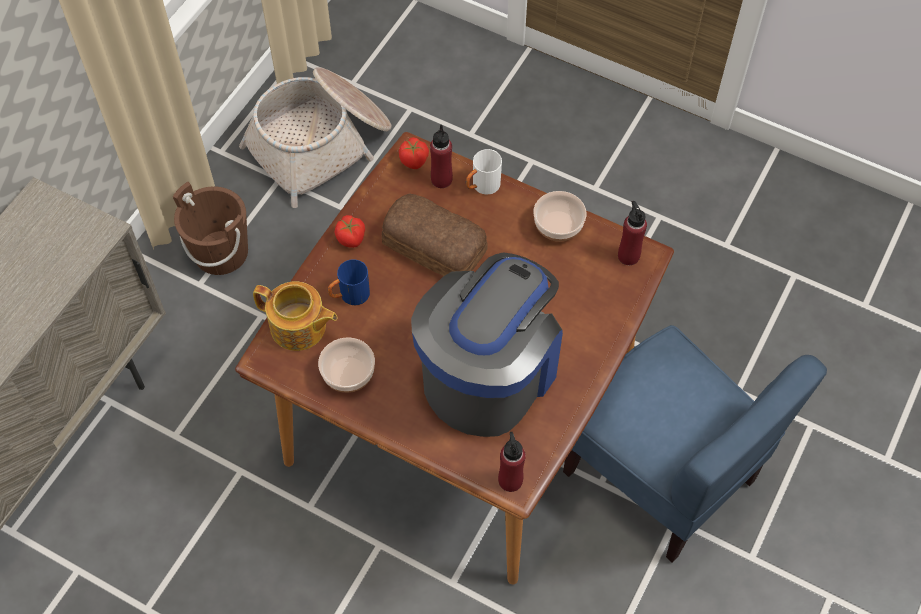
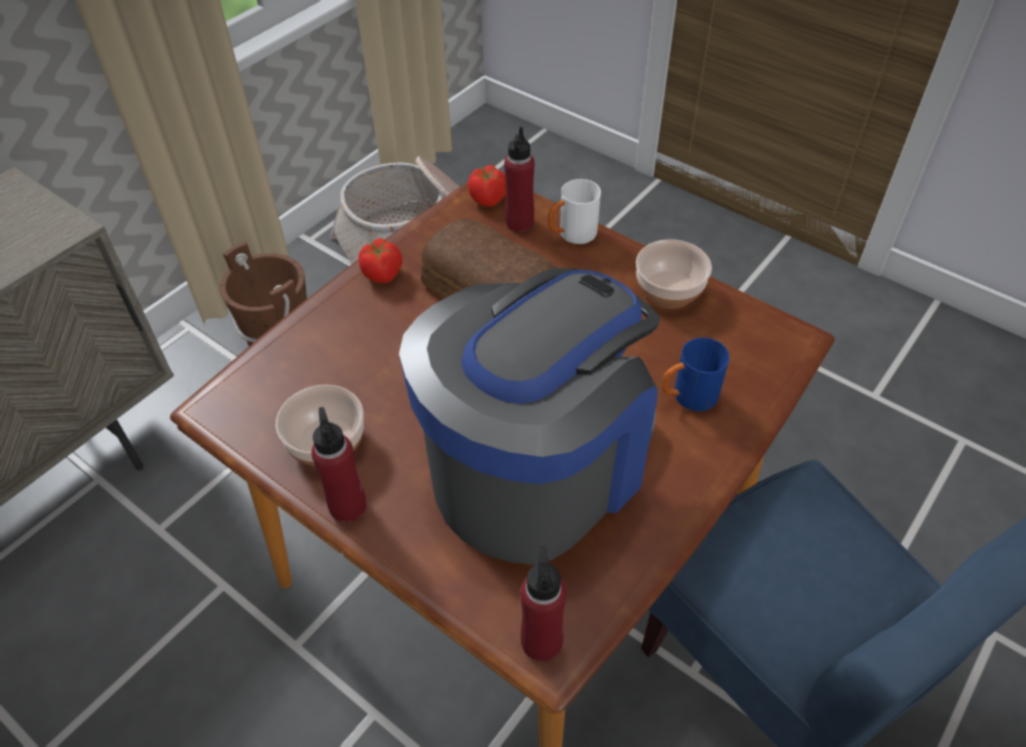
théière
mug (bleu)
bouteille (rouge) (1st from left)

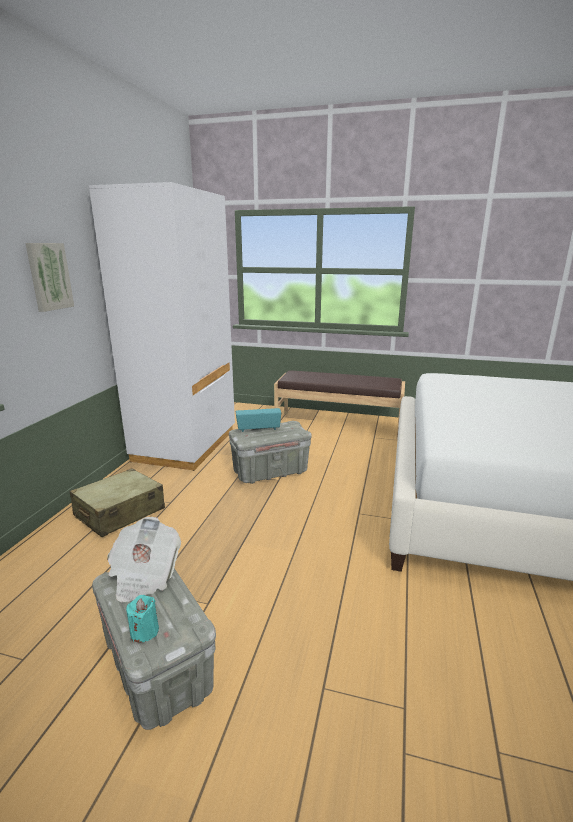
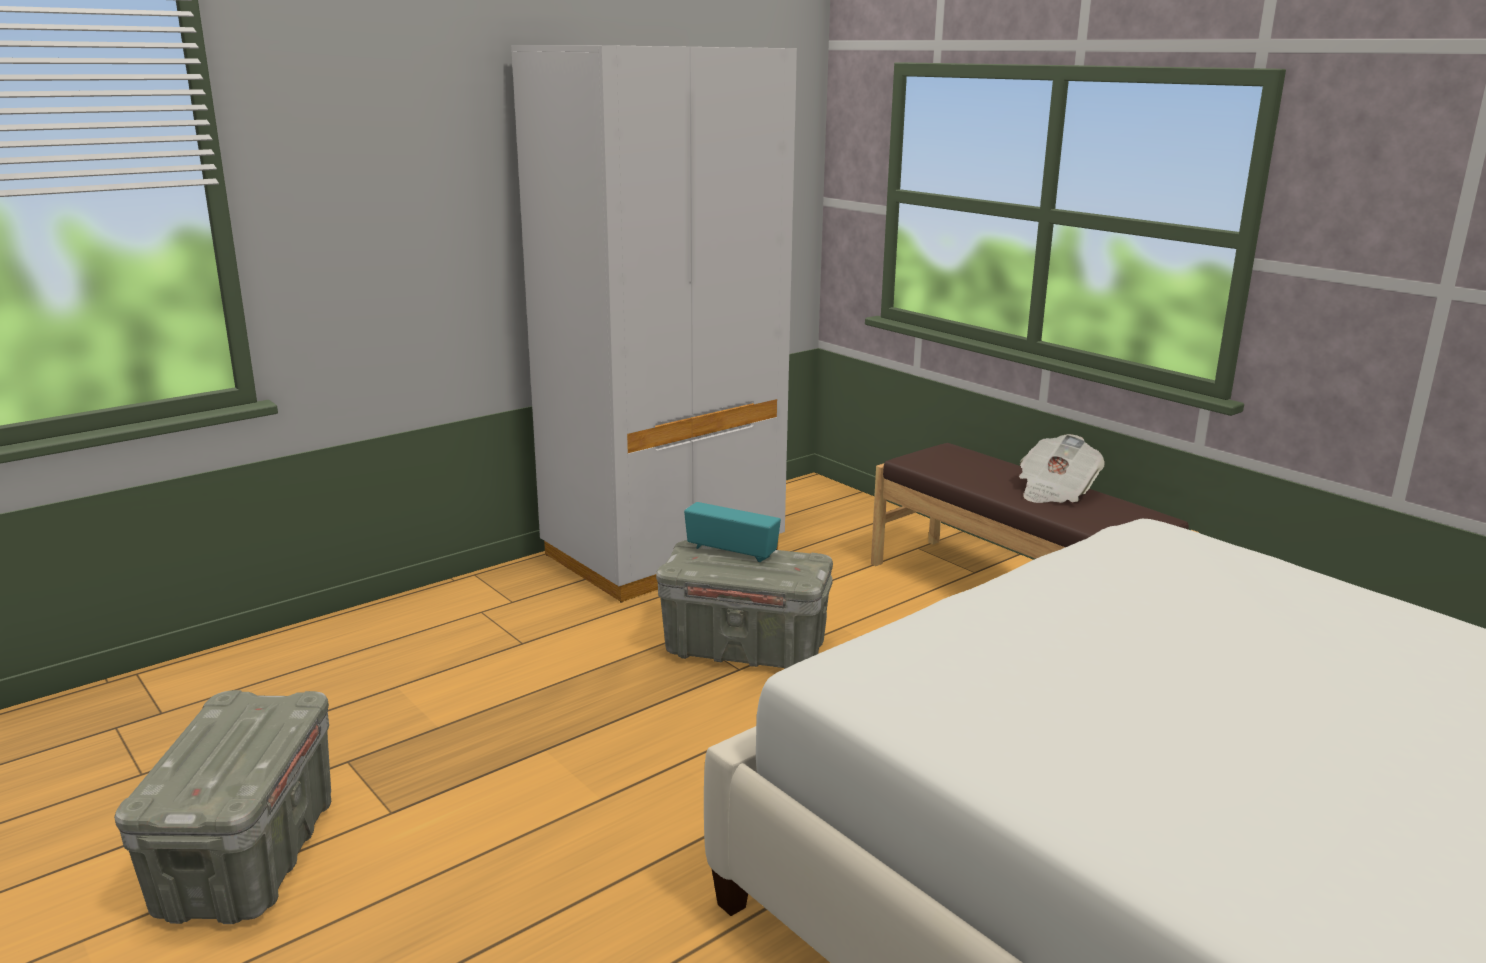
tableau
valise (beige)
journal
bougie (turquoise)

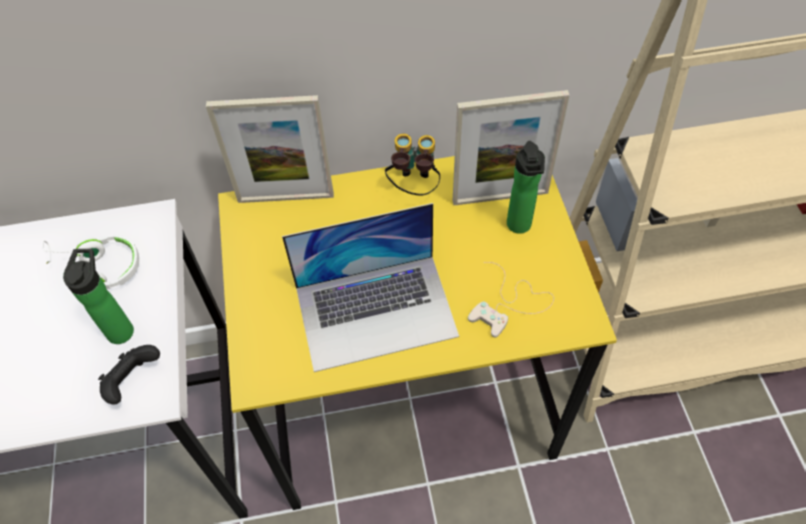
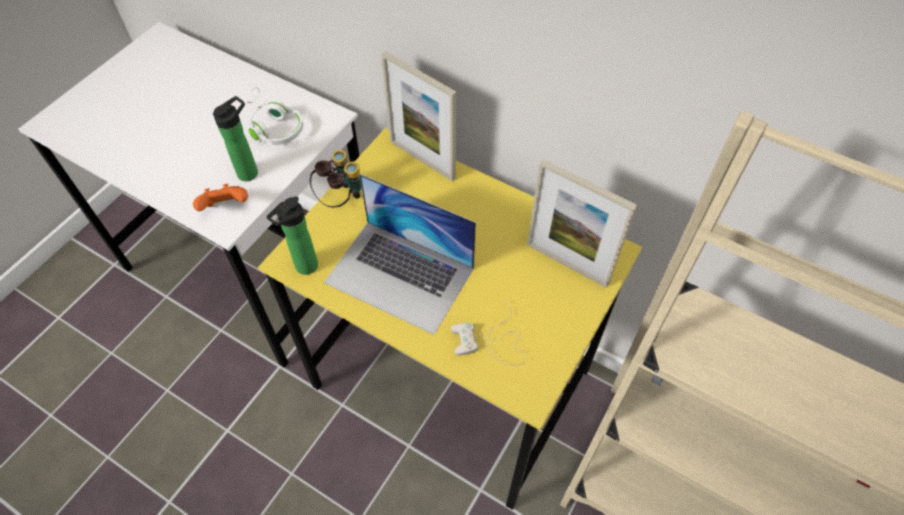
manette (orange)
jumelles
bouteille (2nd from left)

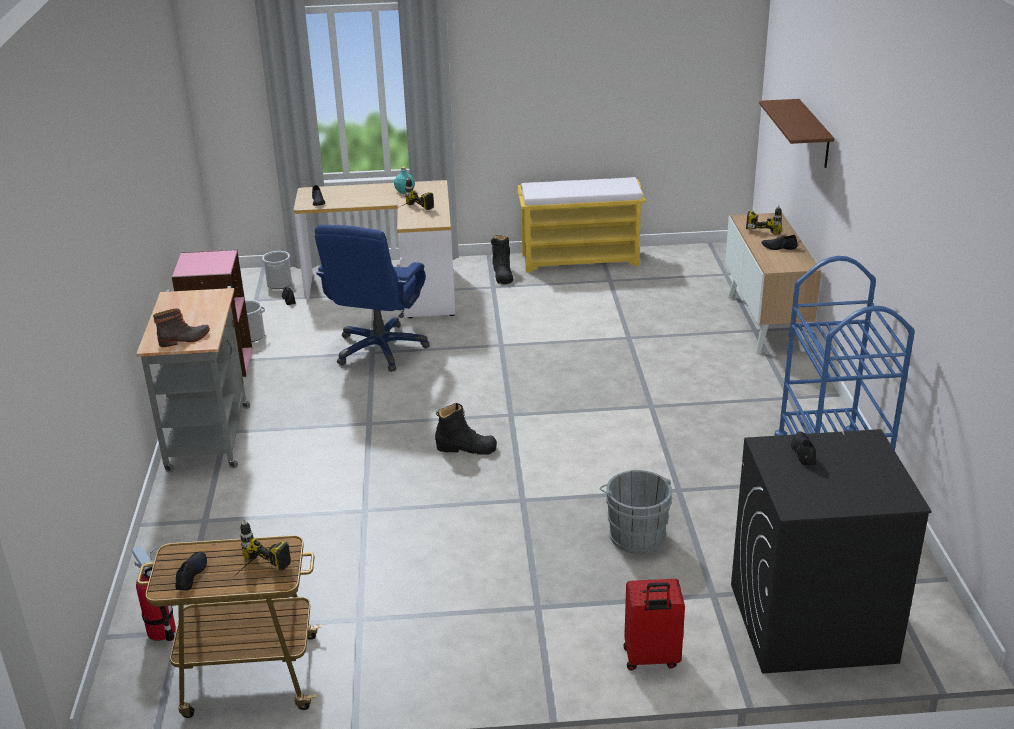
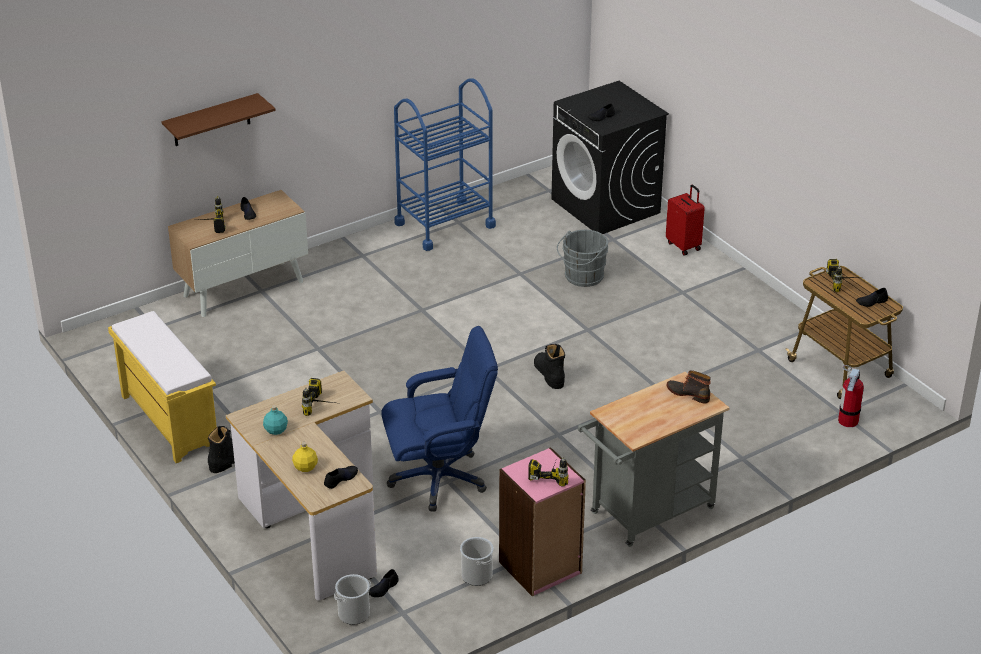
bouteille (jaune)
perceuse (3rd from left)

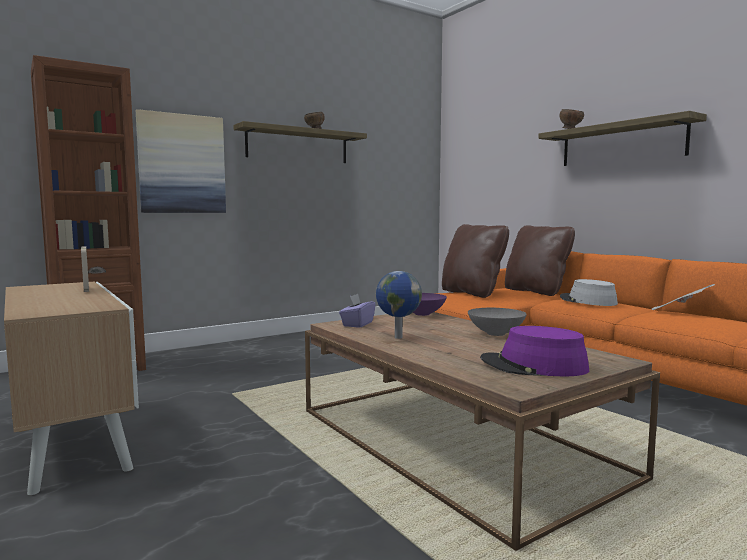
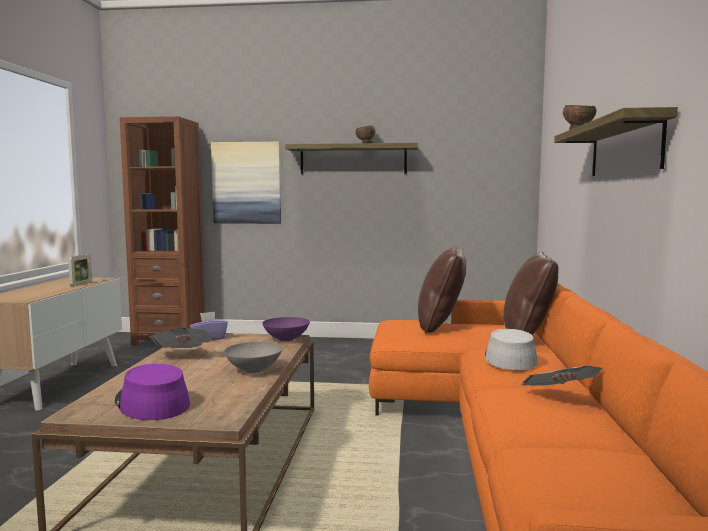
journal (1st from left)

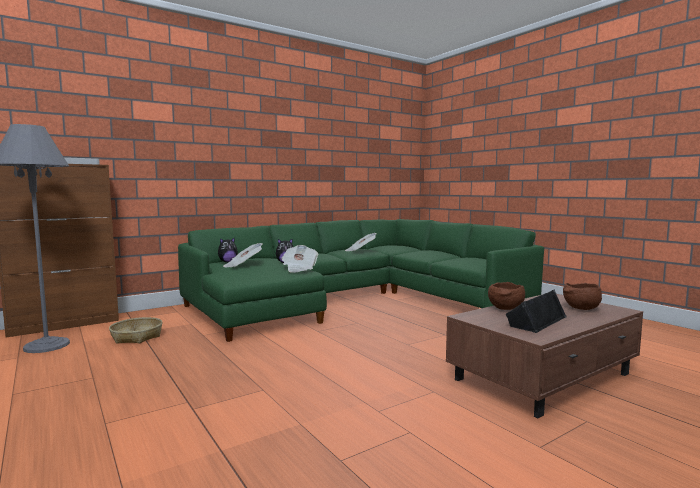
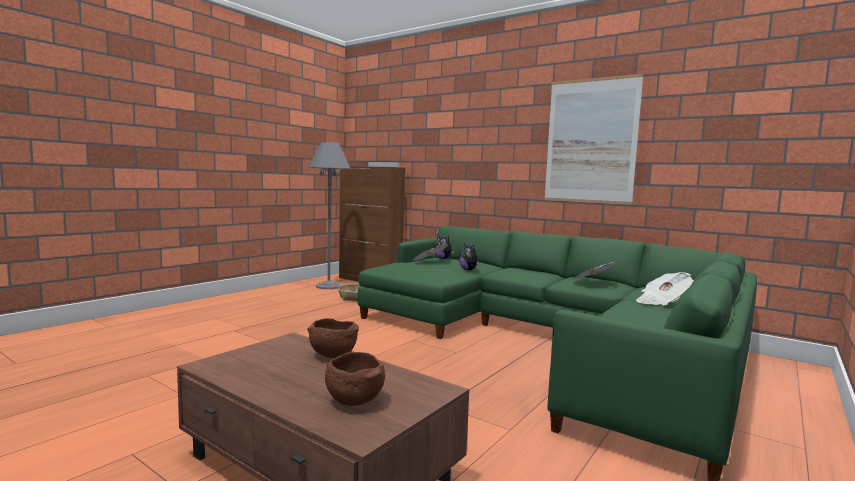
journal (3rd from left)
enceinte (noir)
tableau

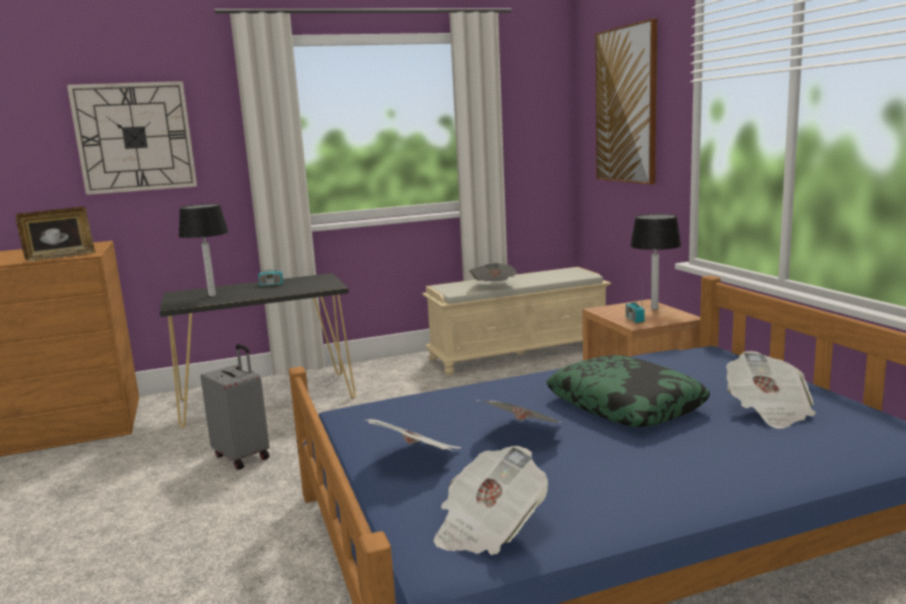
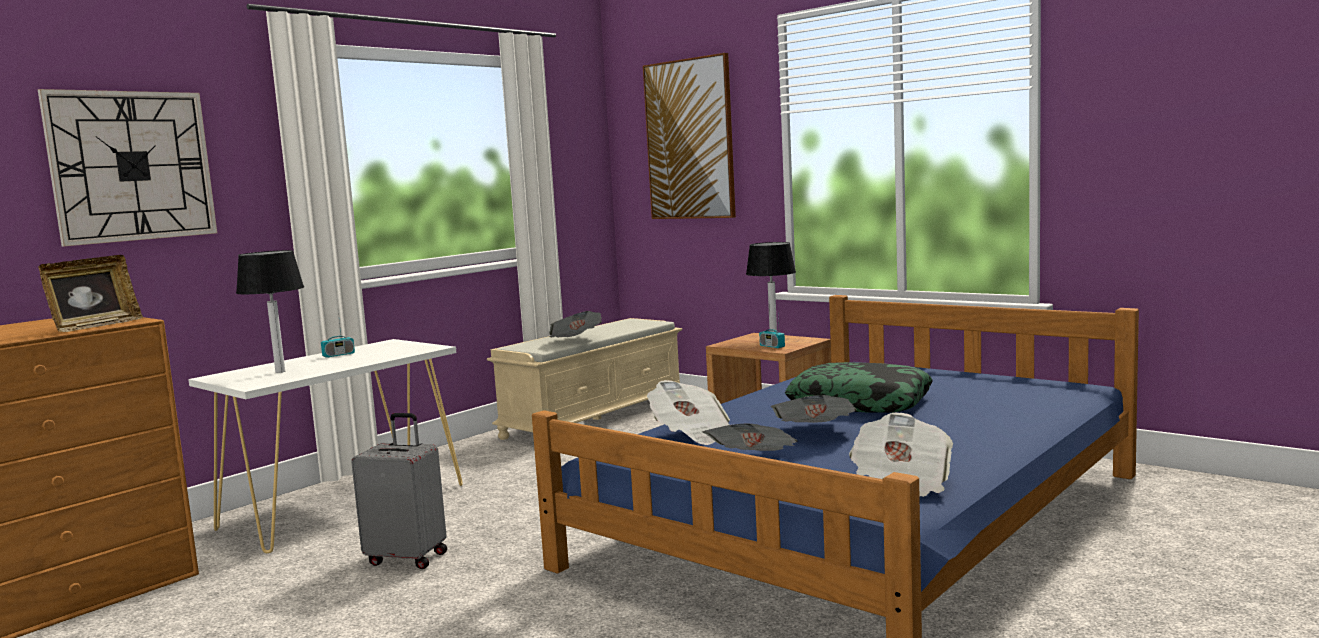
table console (blanc)
journal (2nd from left)

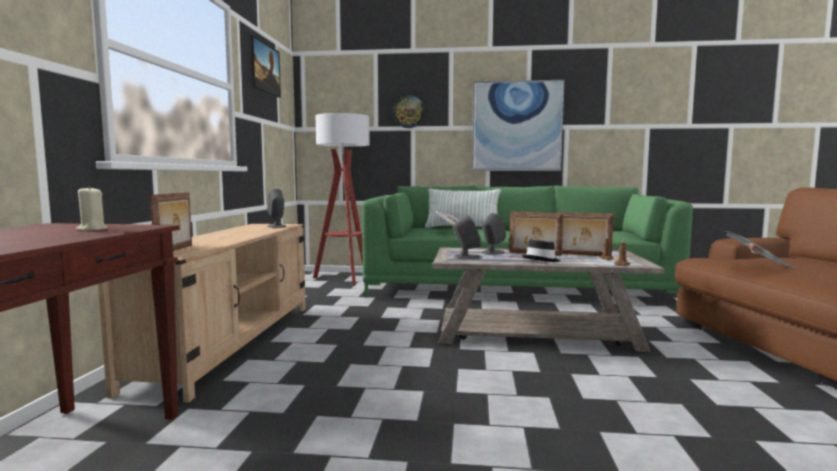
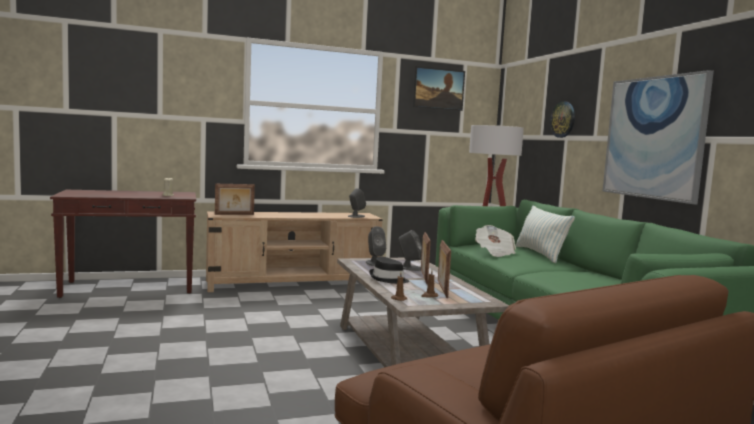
journal (2nd from left in the first image)

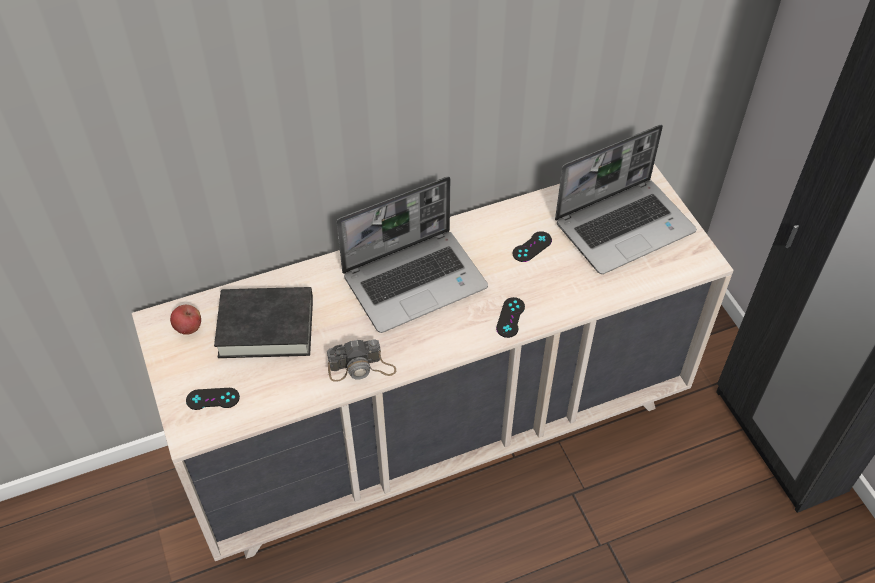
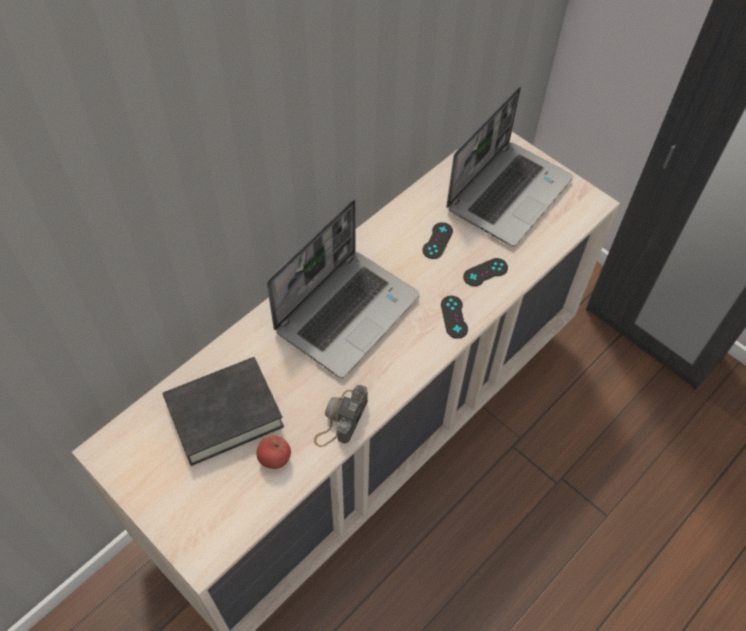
pomme
manette (noir) (3rd from left)
appareil photo

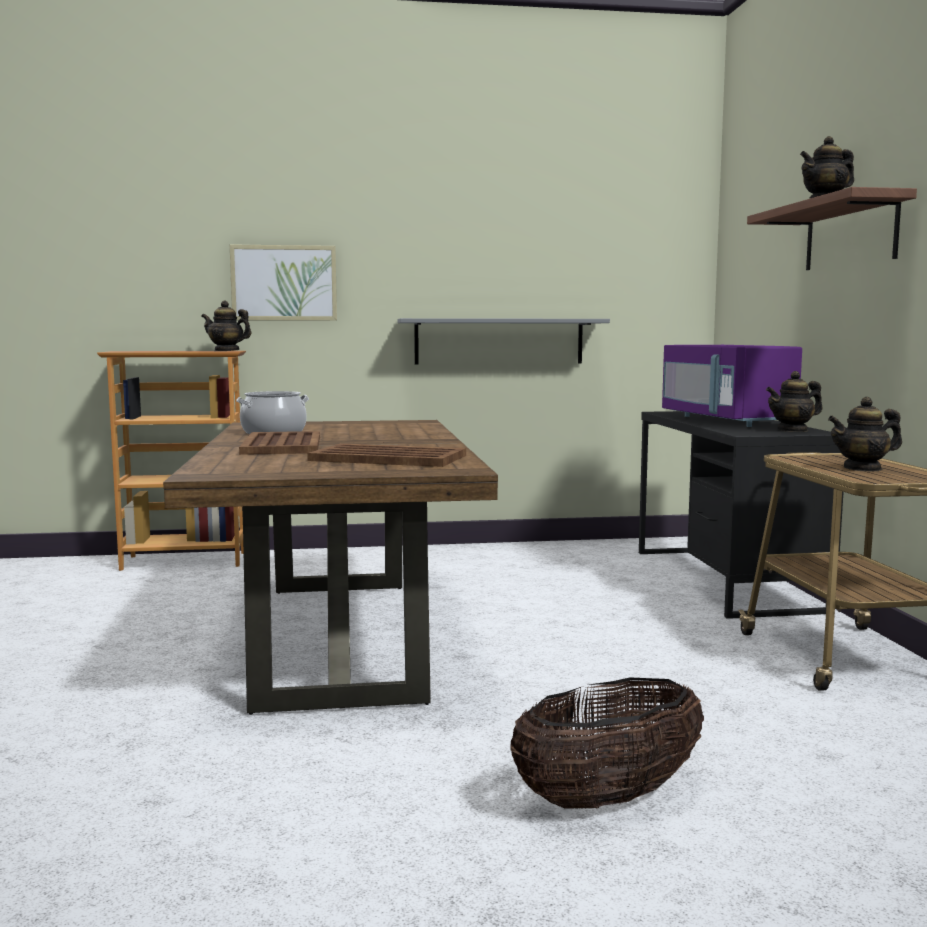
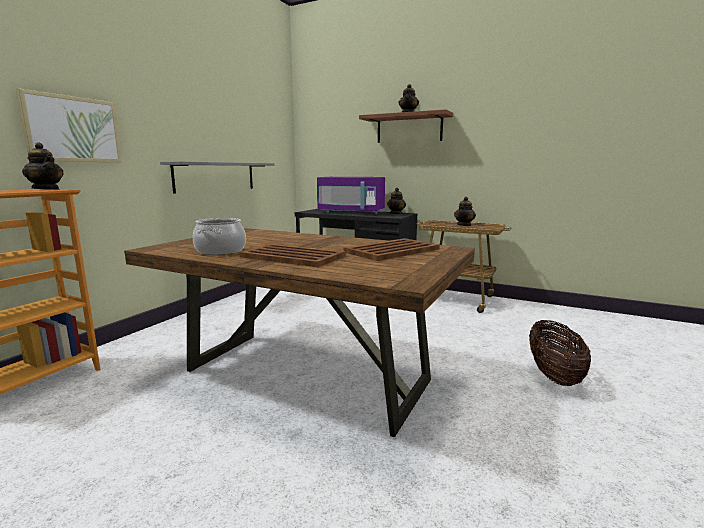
théière (1st from left)

